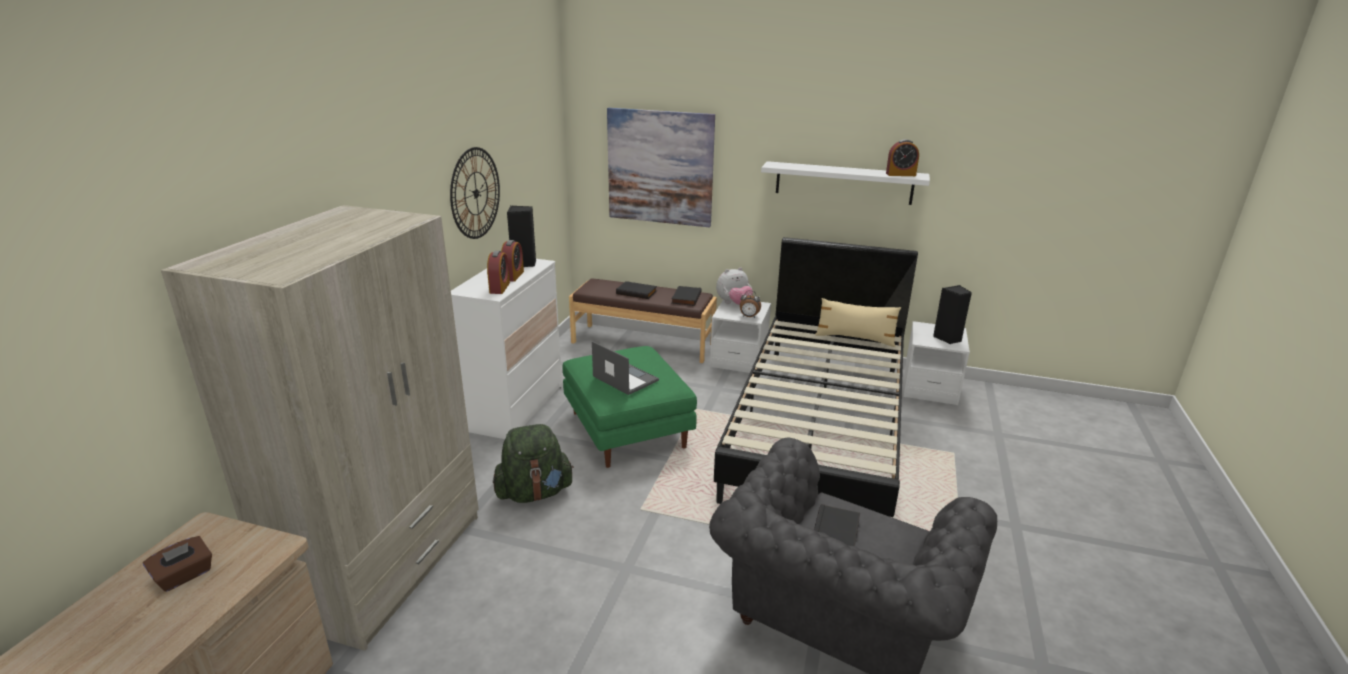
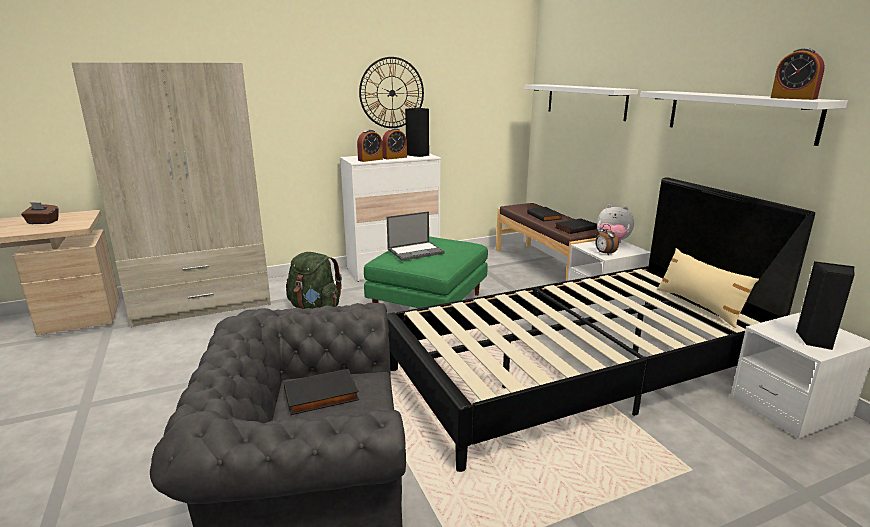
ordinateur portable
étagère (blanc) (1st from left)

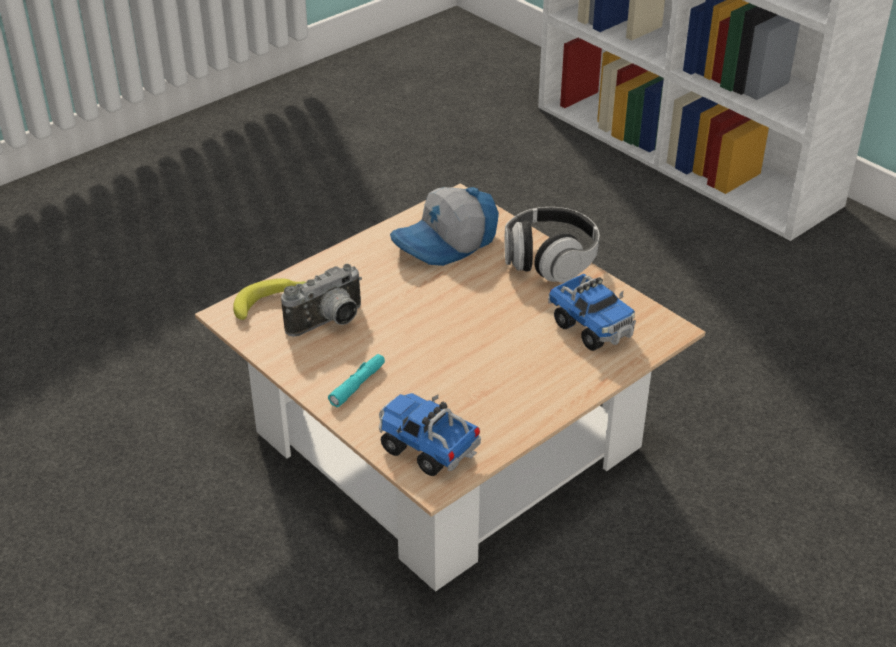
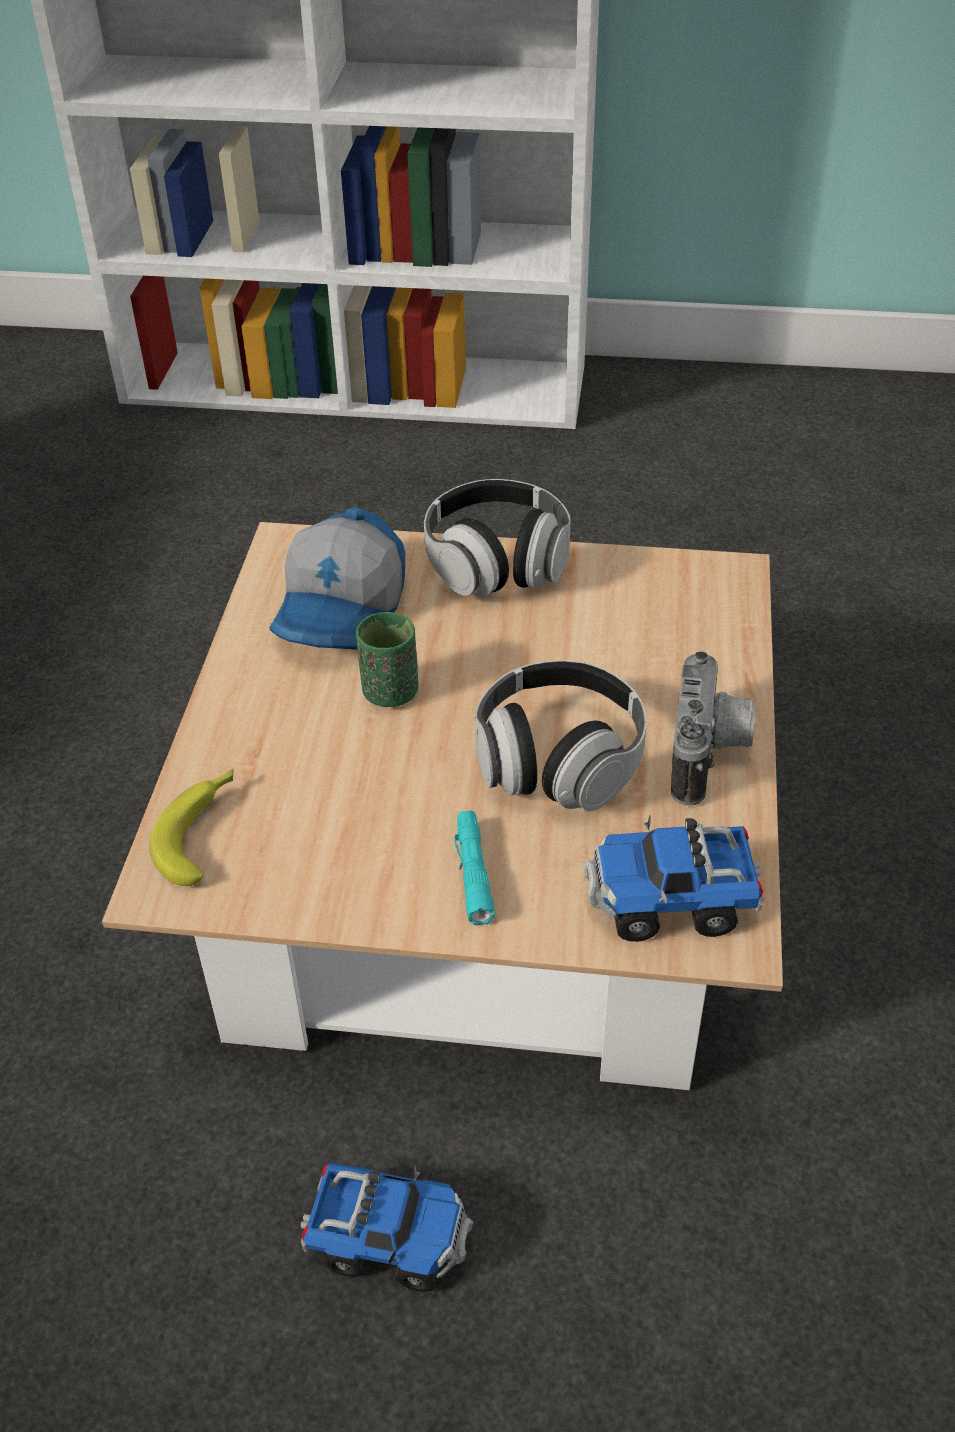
appareil photo
camion jouet (1st from left)
tasse (vert)
casque audio (2nd from left)

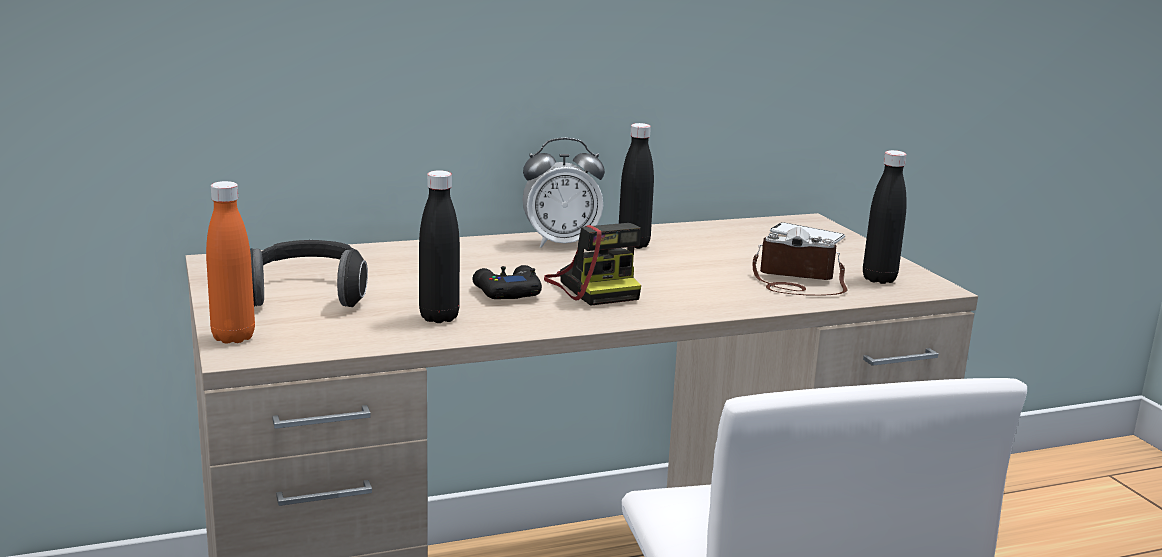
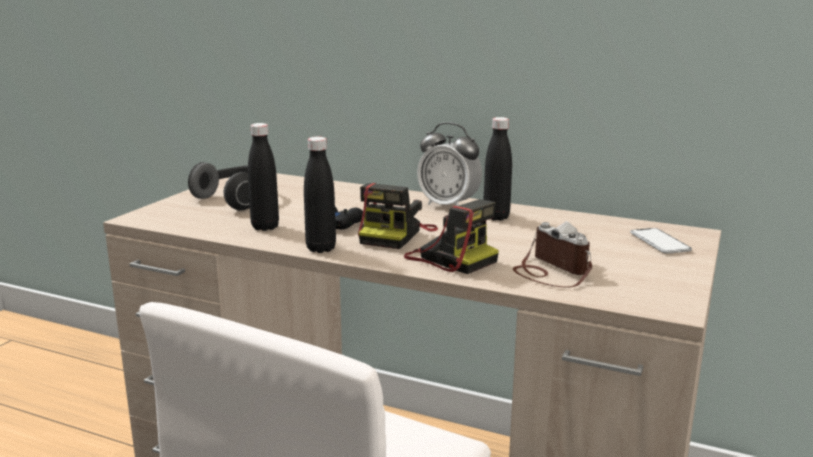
bouteille (orange)
bouteille (noir) (2nd from left)
appareil photo (2nd from left)

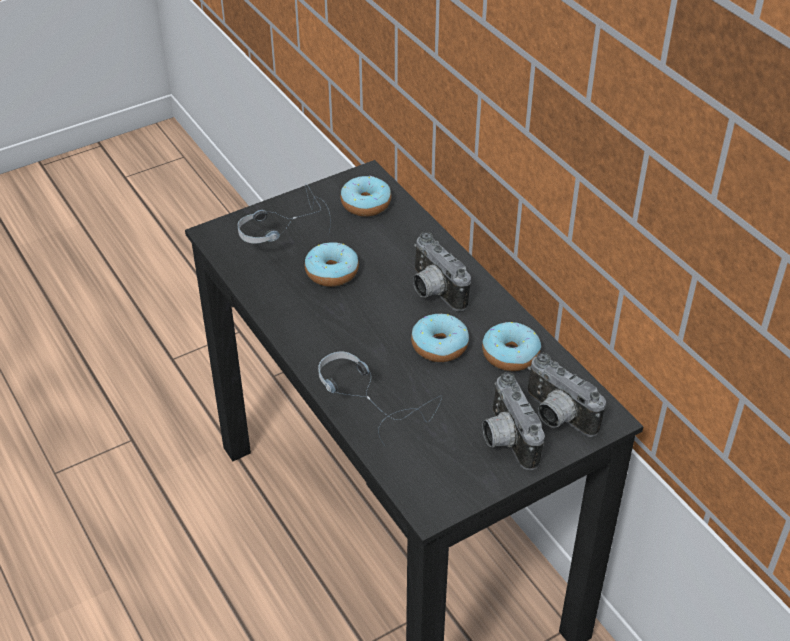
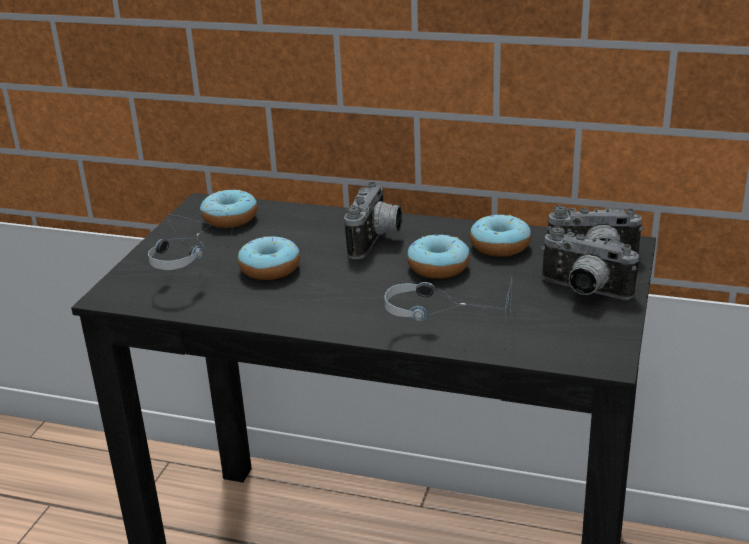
appareil photo (1st from left)

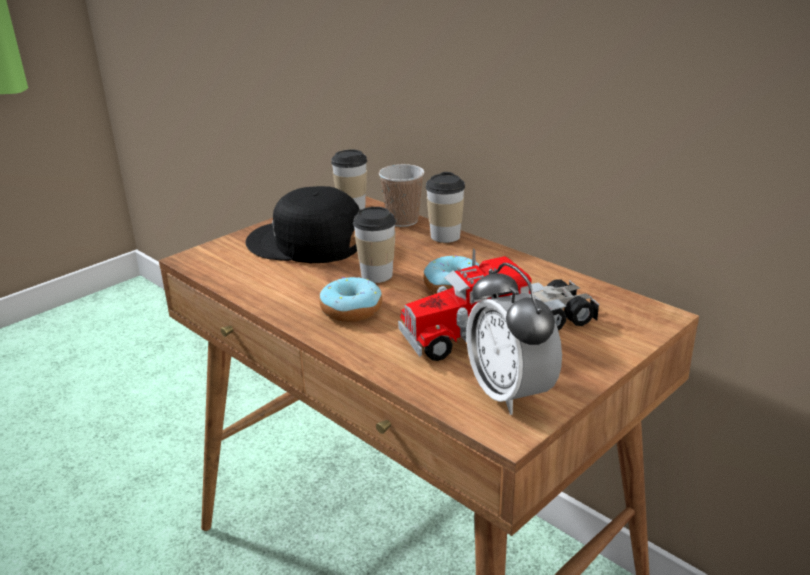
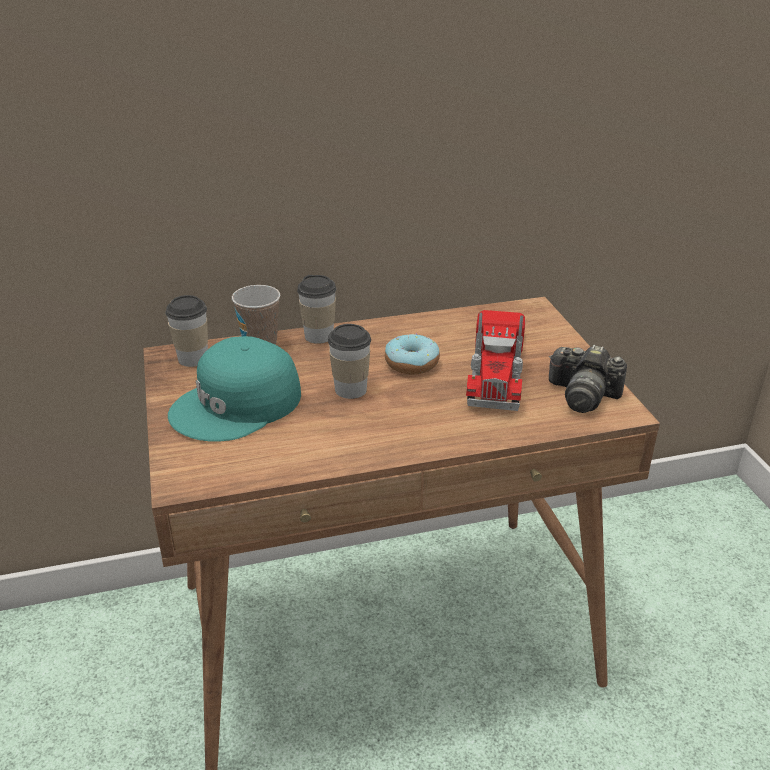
casquette (turquoise)
beignet (1st from left in the first image)
appareil photo

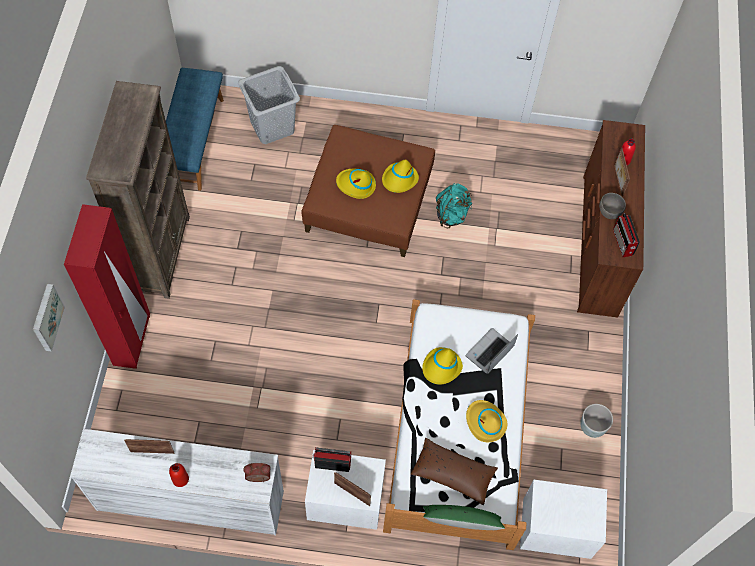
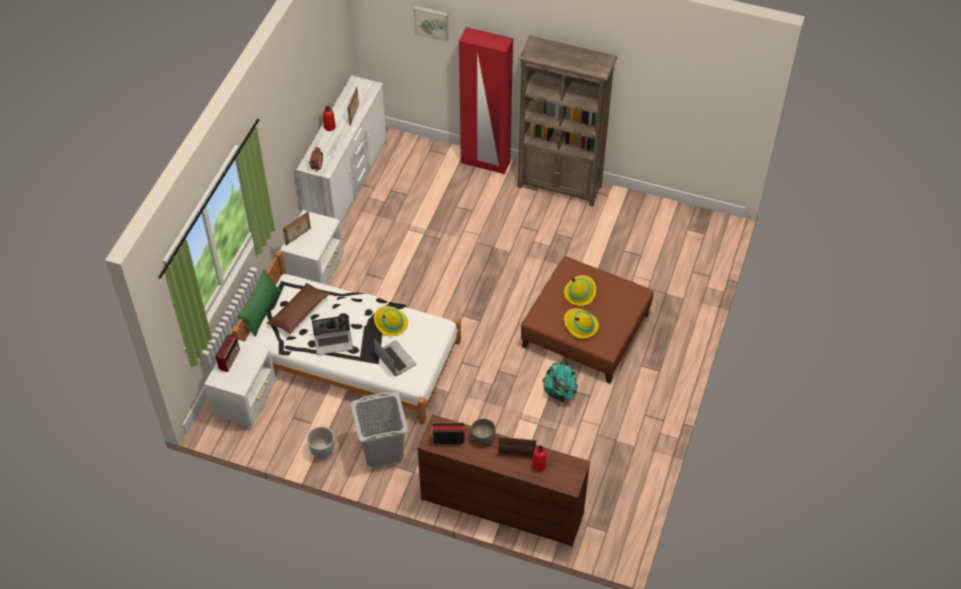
banc (bleu)
panier à linge (gris)
radio (1st from left)
ordinateur portable (1st from left)

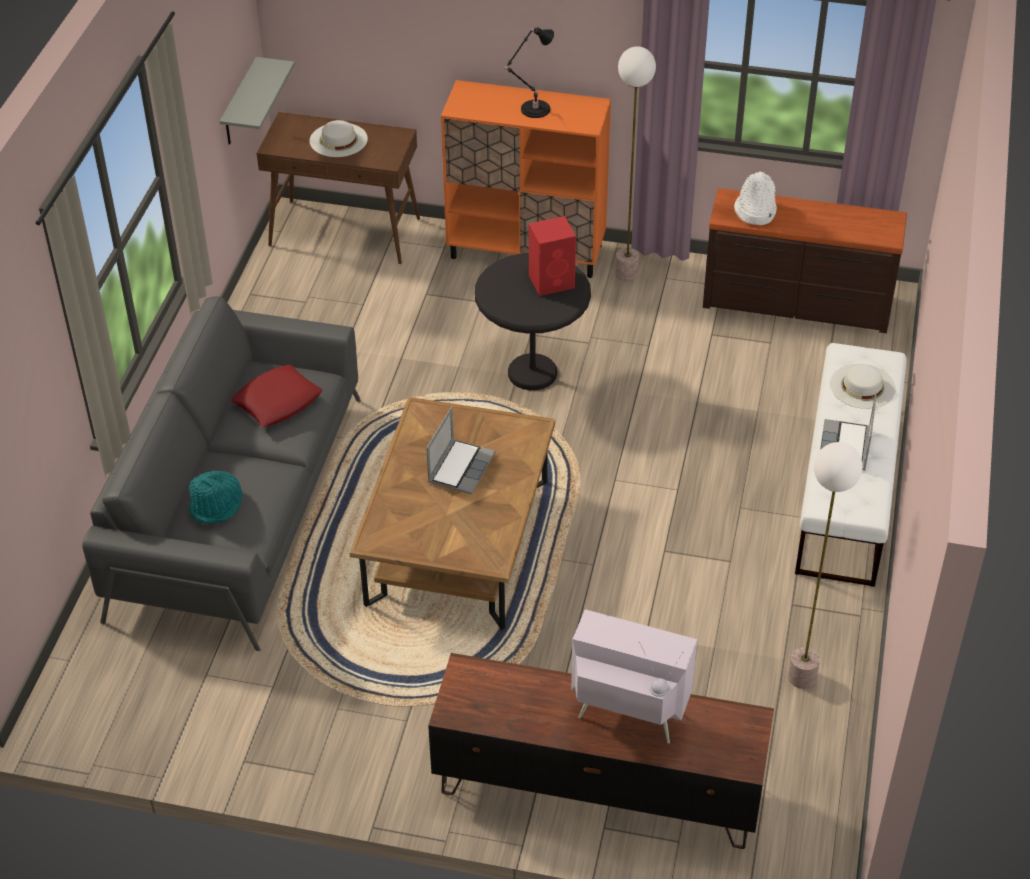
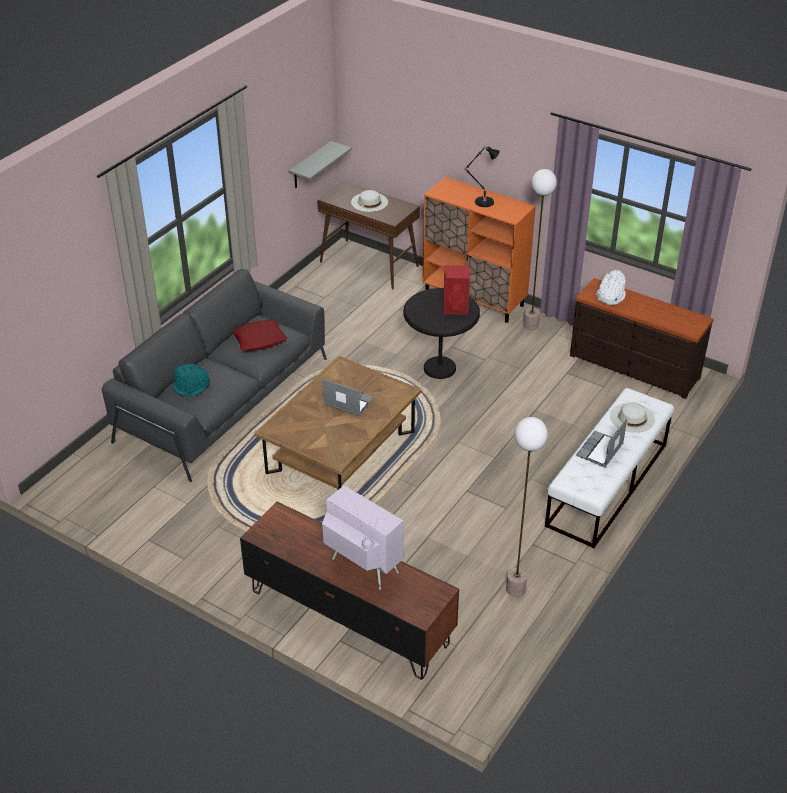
ordinateur portable (1st from left)

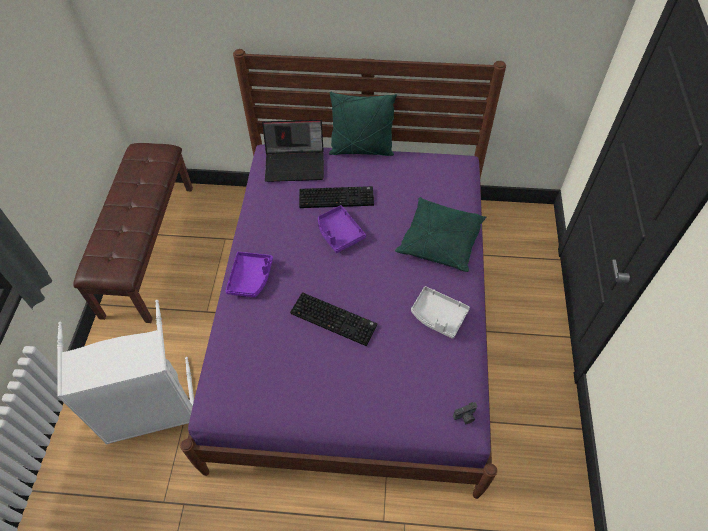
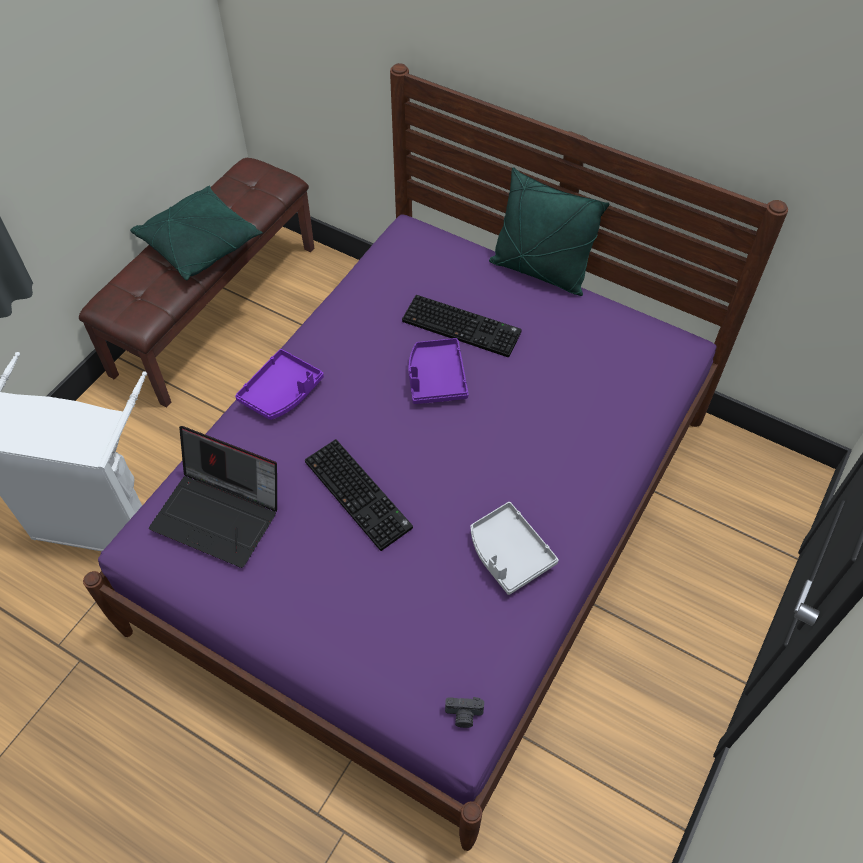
ordinateur portable
coussin (vert) (1st from left)

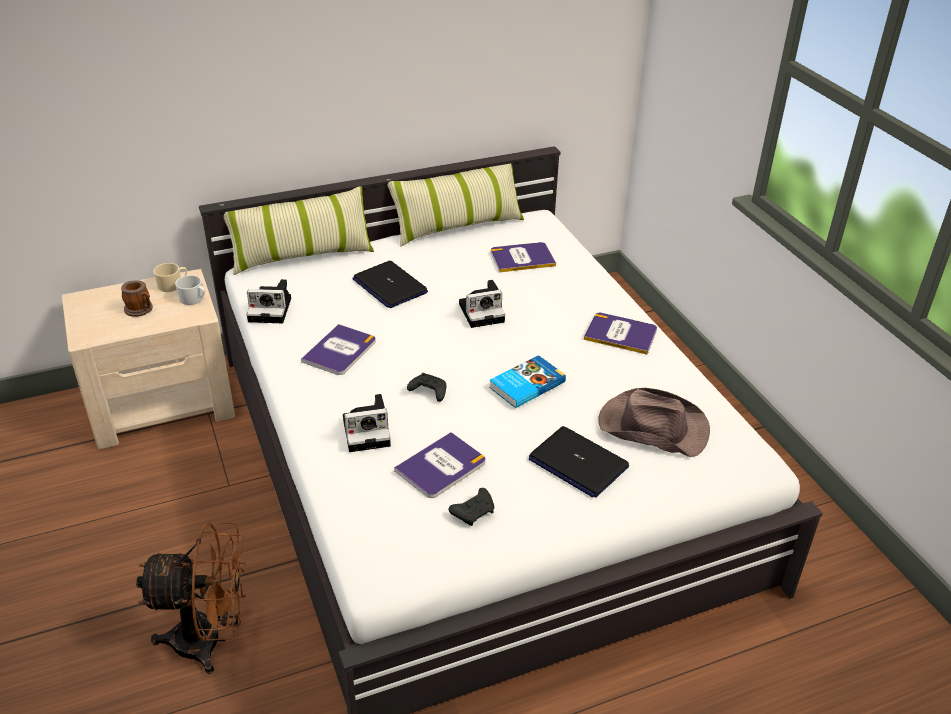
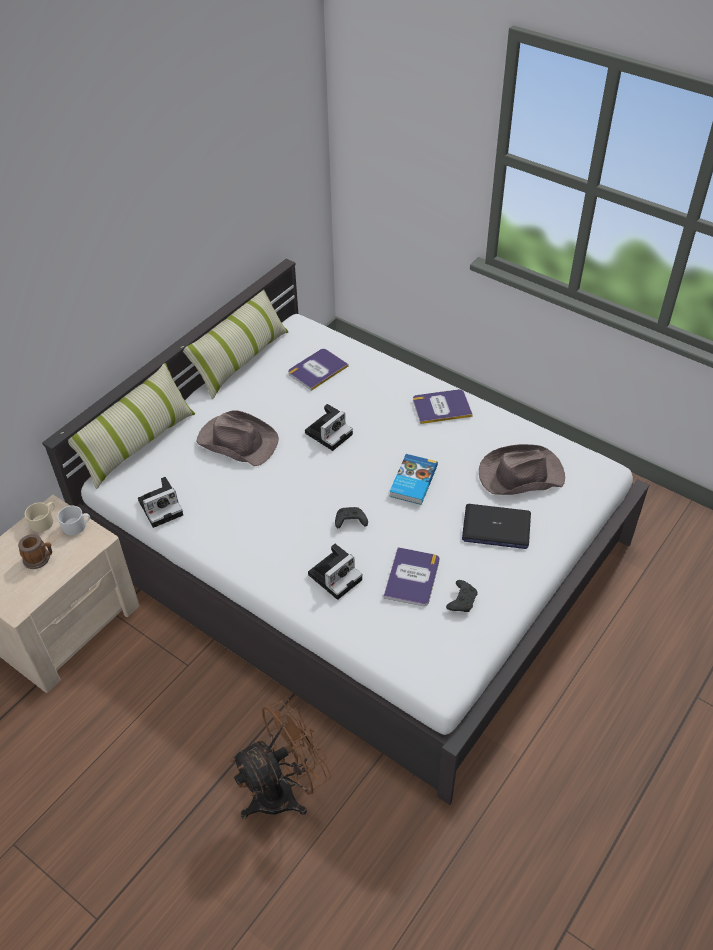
livre (1st from left in the first image)
chapeau (marron) (1st from left)

